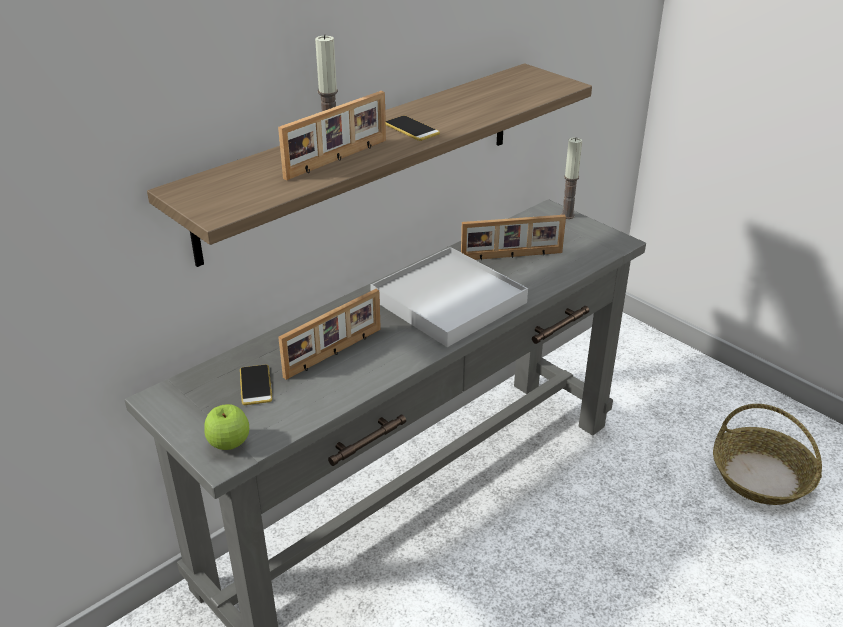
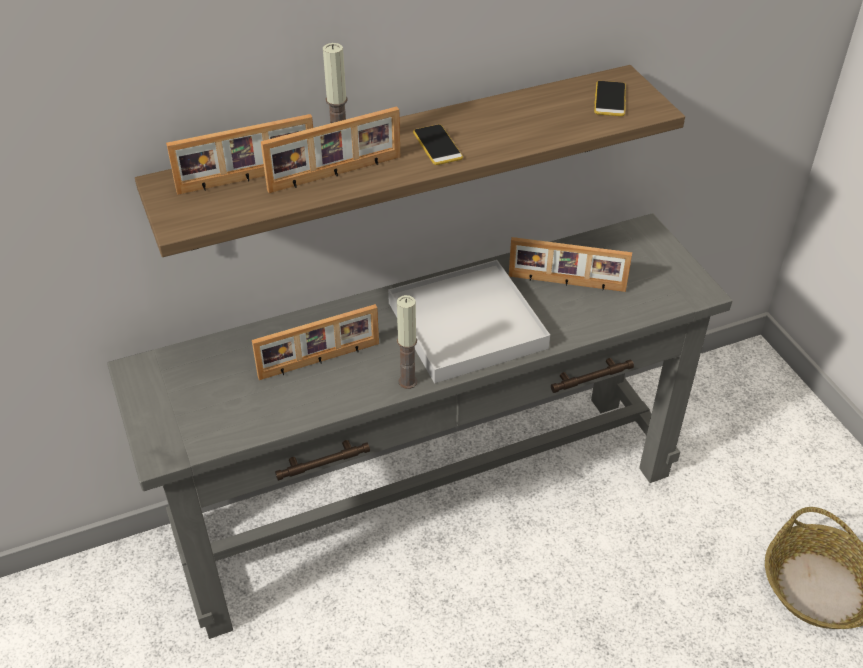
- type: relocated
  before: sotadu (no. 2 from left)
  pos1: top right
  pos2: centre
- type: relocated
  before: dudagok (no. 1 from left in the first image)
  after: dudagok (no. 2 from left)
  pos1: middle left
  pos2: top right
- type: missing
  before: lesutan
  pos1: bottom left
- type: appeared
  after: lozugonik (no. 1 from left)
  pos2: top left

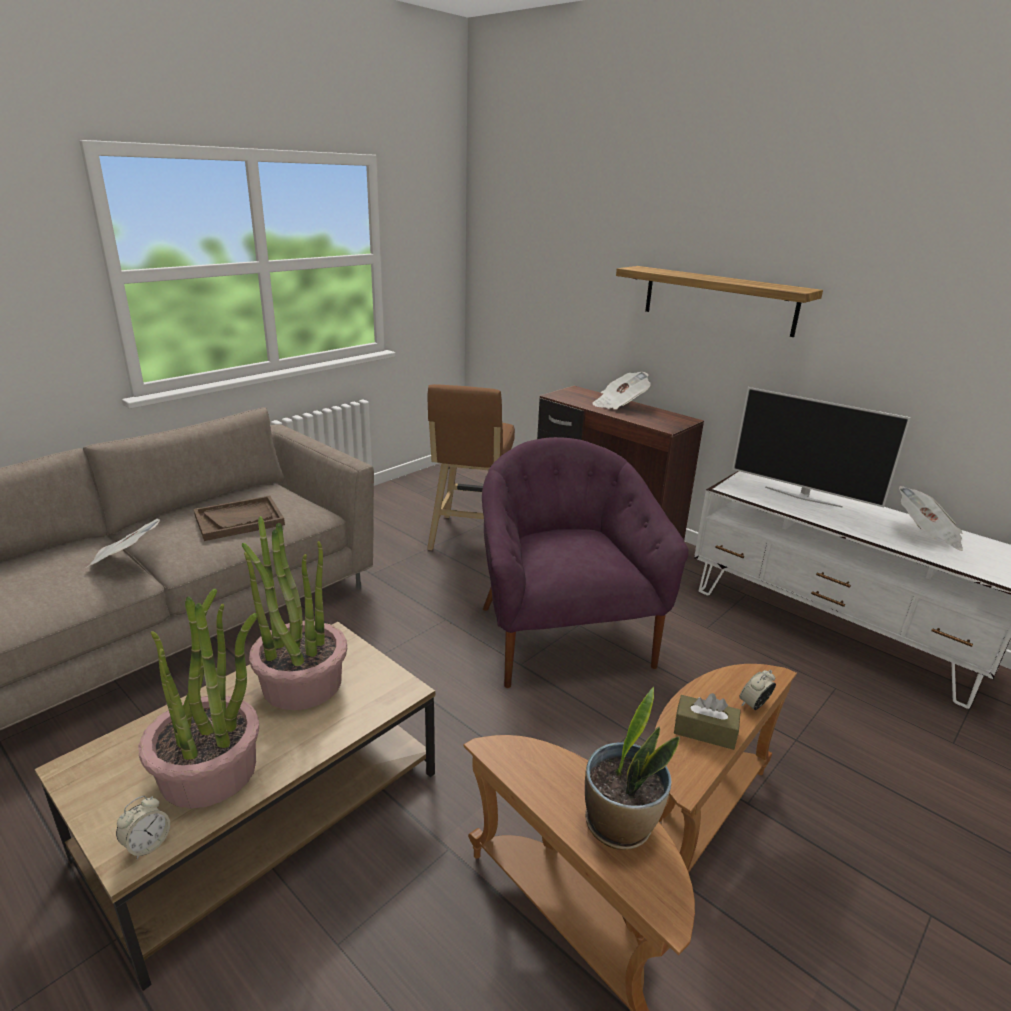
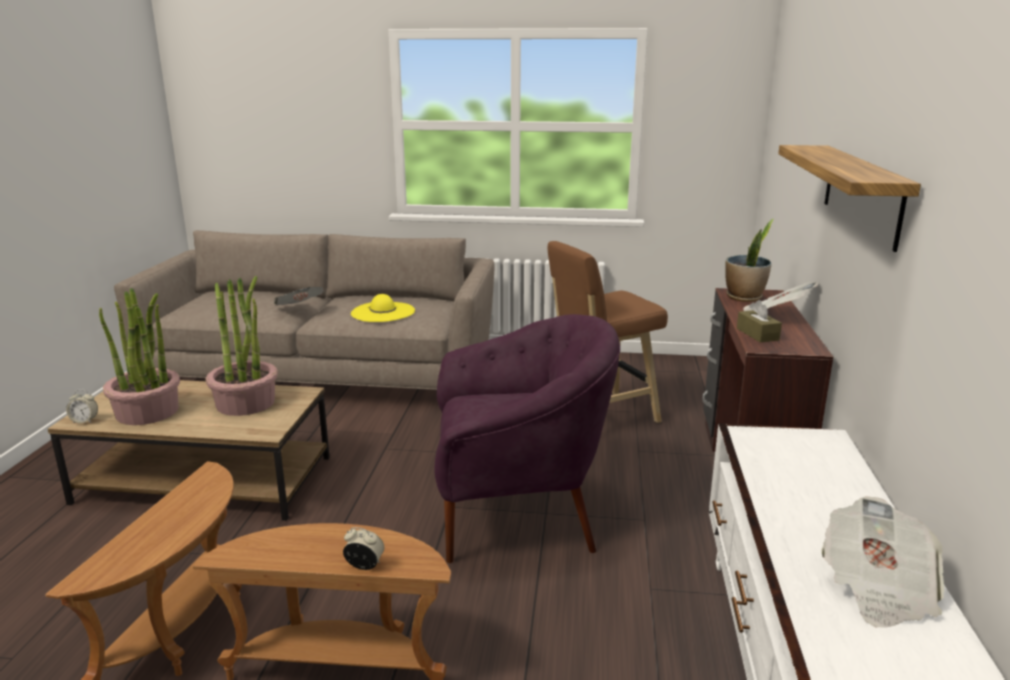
- type: missing
  before: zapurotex
  pos1: middle right
- type: spun
  before: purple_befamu
  pos1: centre
  pos2: centre
  turn: 45
- type: exchanged
  before: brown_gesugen
  after: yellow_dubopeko
  pos1: middle left
  pos2: centre
- type: relocated
  before: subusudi (no. 3 from left)
  pos1: bottom centre
  pos2: middle right
- type: relocated
  before: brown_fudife
  pos1: bottom right
  pos2: middle right

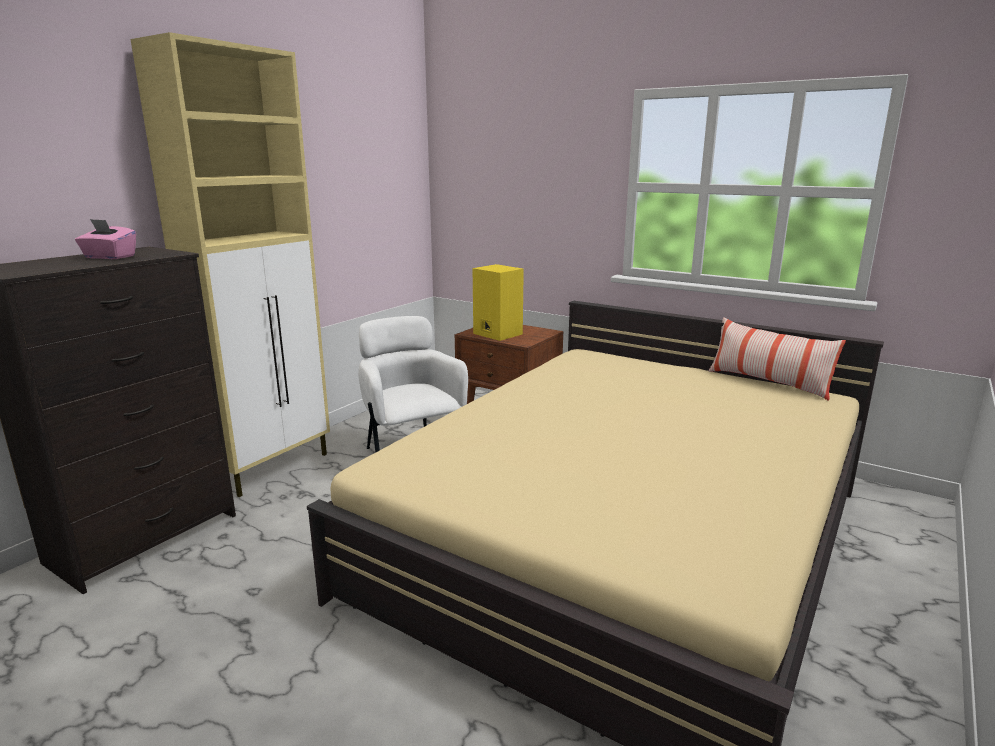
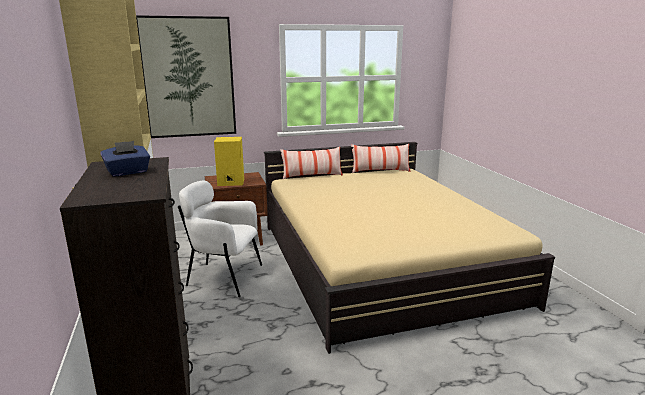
- type: colour
  before: pink_fudife
  after: blue_fudife
  pos1: top left
  pos2: middle left
- type: appeared
  after: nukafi
  pos2: top left
- type: appeared
  after: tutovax (no. 1 from left)
  pos2: centre

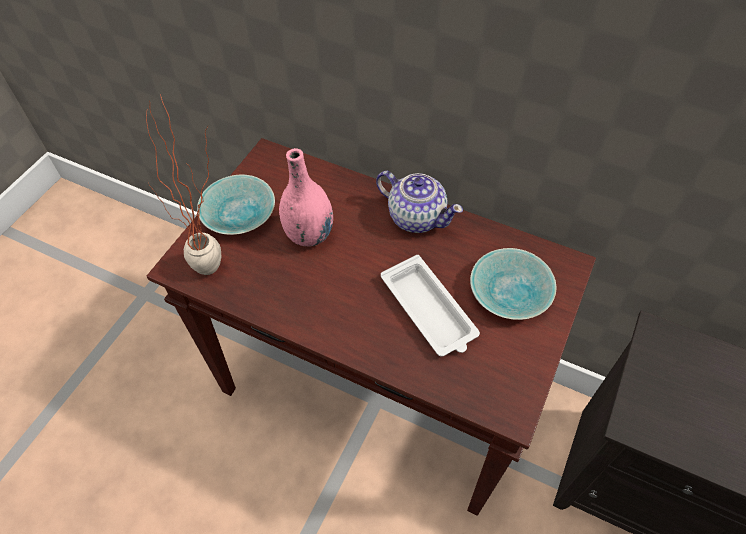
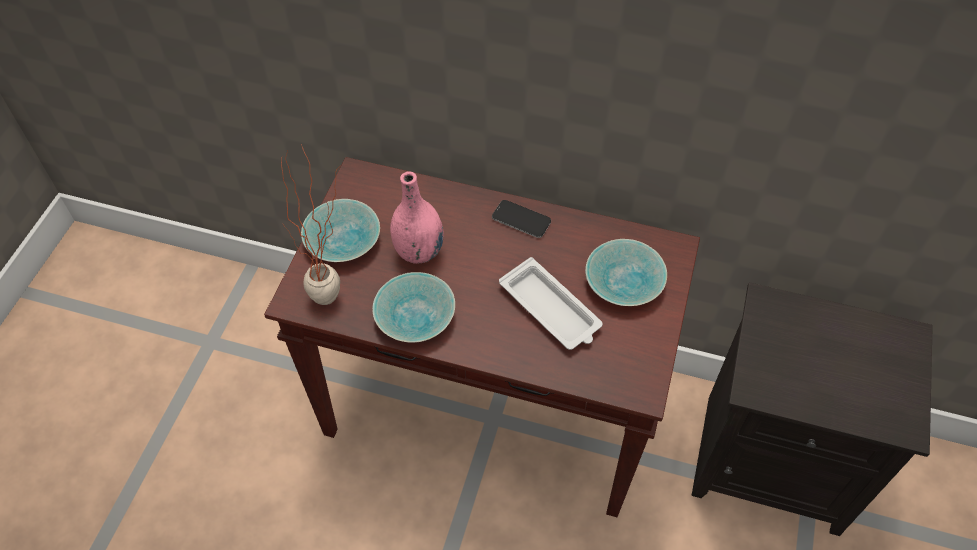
- type: exchanged
  before: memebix
  after: dudagok
  pos1: centre
  pos2: centre
- type: appeared
  after: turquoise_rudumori (no. 2 from left)
  pos2: centre

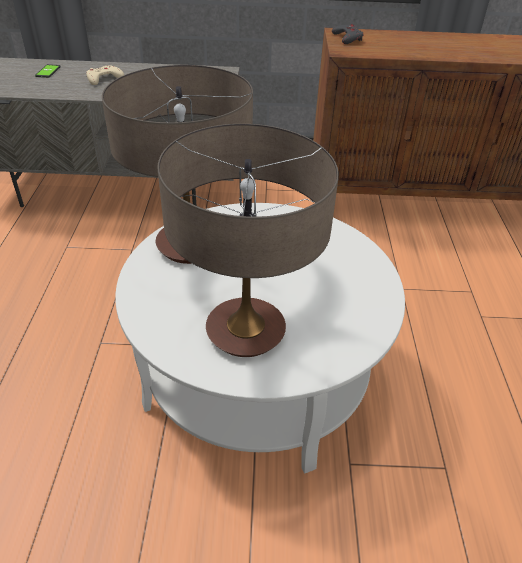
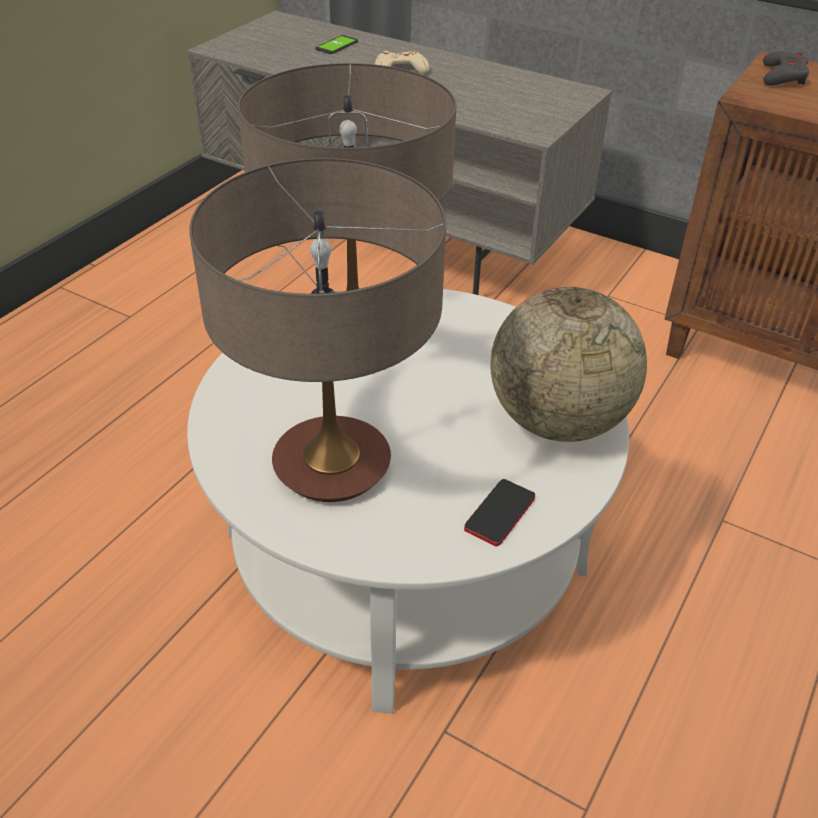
- type: appeared
  after: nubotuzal
  pos2: middle right
- type: appeared
  after: dudagok (no. 2 from left)
  pos2: centre

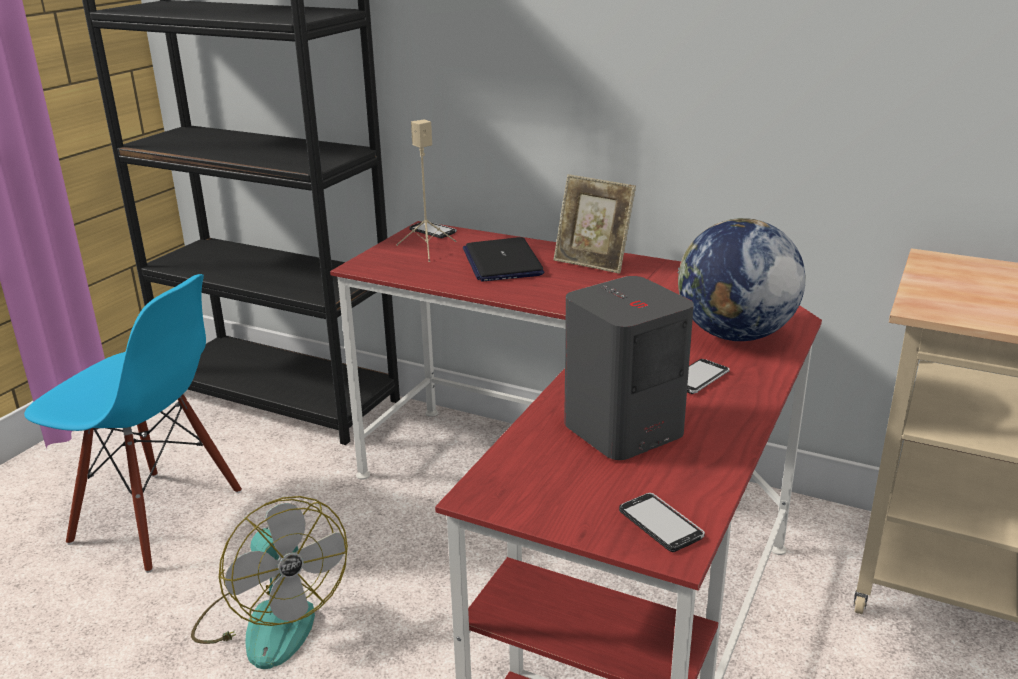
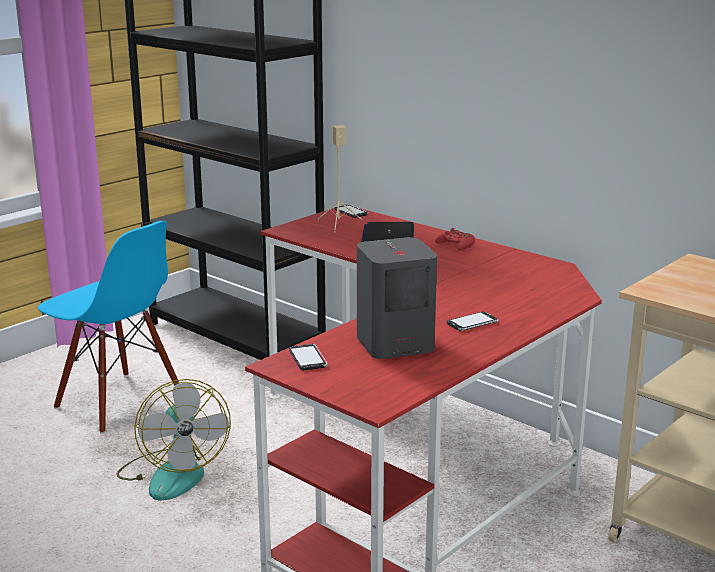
- type: exchanged
  before: lozugonik
  after: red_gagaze
  pos1: top centre
  pos2: centre
- type: missing
  before: nubotuzal
  pos1: middle right
- type: relocated
  before: dudagok (no. 2 from left in the first image)
  after: dudagok (no. 1 from left)
  pos1: bottom centre
  pos2: centre

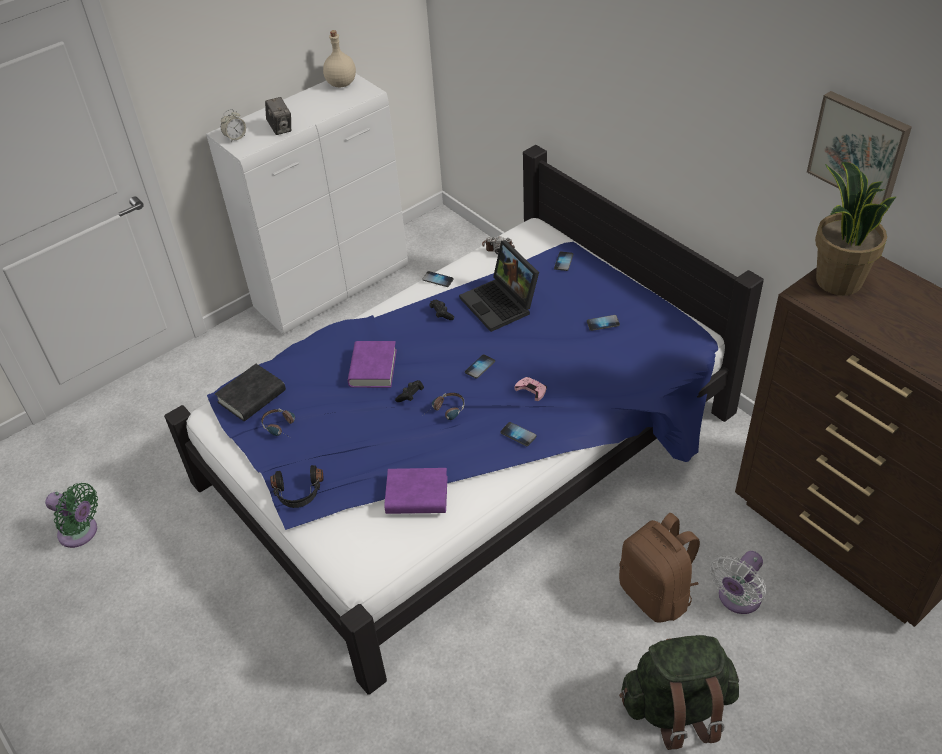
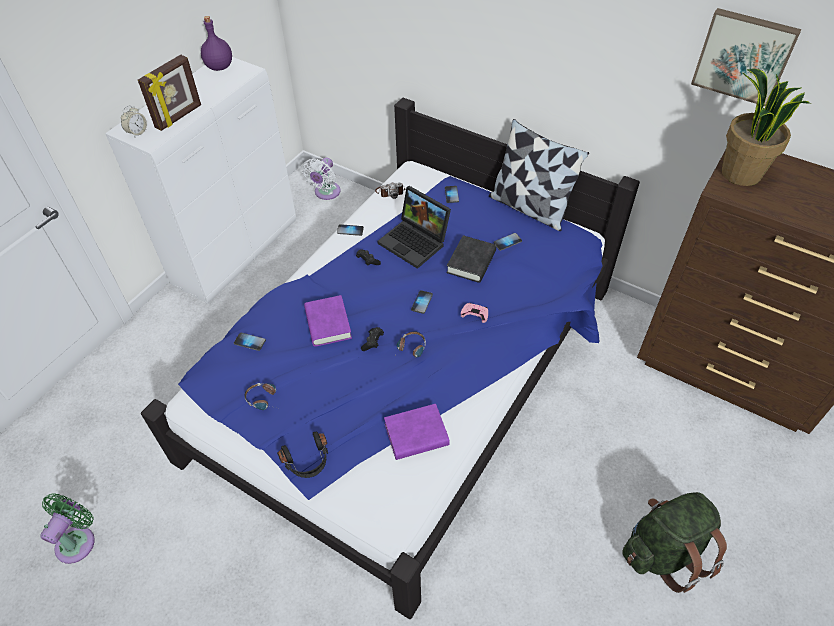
- type: colour
  before: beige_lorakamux
  after: purple_lorakamux
  pos1: top centre
  pos2: top left
- type: exchanged
  before: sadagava (no. 1 from left)
  after: lozugonik
  pos1: top left
  pos2: top left
- type: relocated
  before: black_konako
  pos1: middle left
  pos2: centre
- type: relocated
  before: dudagok (no. 3 from left in the first image)
  after: dudagok (no. 1 from left)
  pos1: centre
  pos2: middle left
- type: spun
  before: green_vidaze
  pos1: bottom left
  pos2: bottom left
  turn: -75
- type: missing
  before: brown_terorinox
  pos1: bottom right
- type: relocated
  before: white_vidaze
  pos1: bottom right
  pos2: top centre
- type: appeared
  after: tutovax
  pos2: top centre

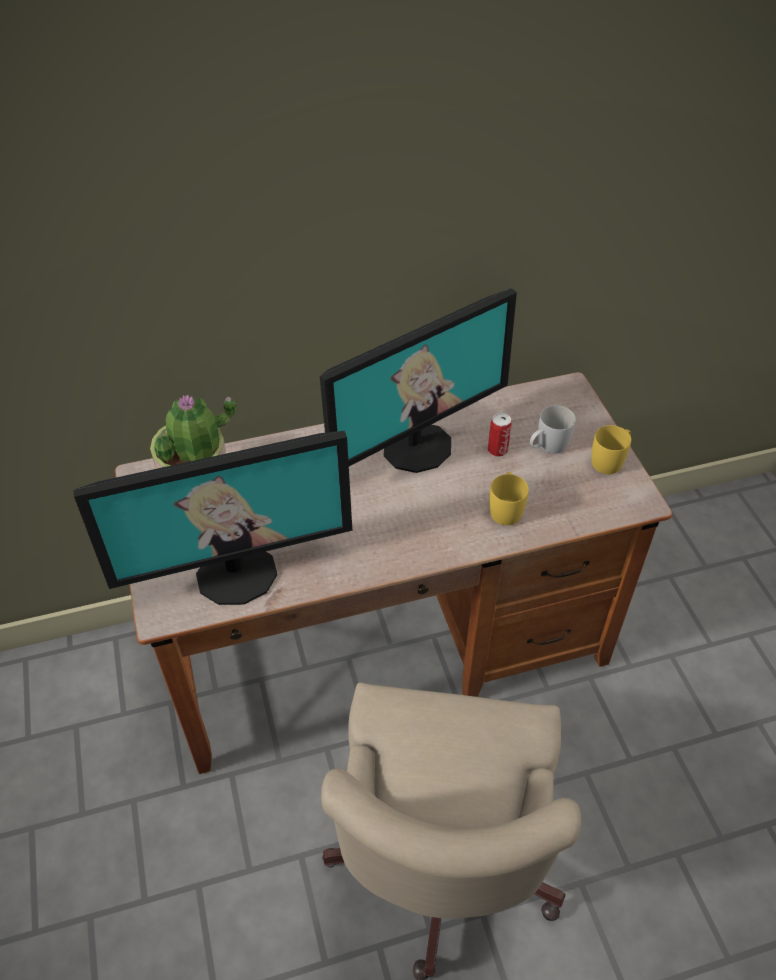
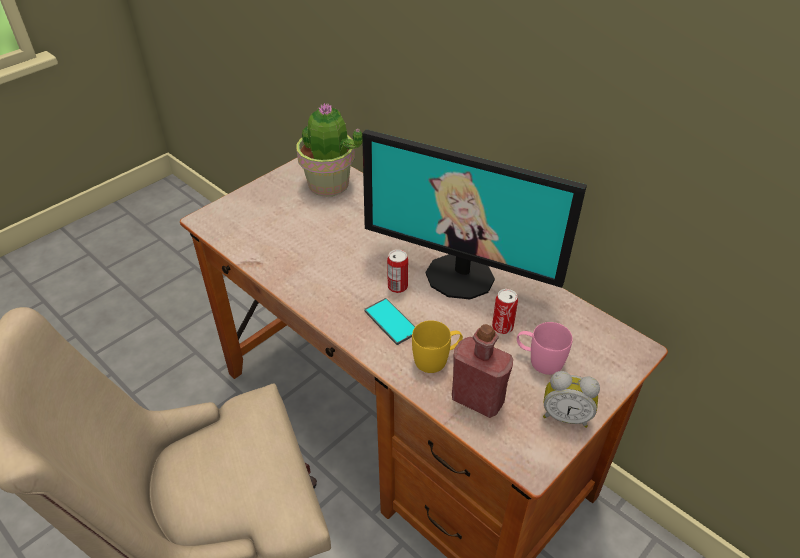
- type: colour
  before: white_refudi
  after: pink_refudi
  pos1: middle right
  pos2: middle right
- type: exchanged
  before: yellow_refudi (no. 2 from left)
  after: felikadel
  pos1: middle right
  pos2: bottom right
- type: missing
  before: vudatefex (no. 1 from left)
  pos1: middle left
- type: appeared
  after: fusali (no. 1 from left)
  pos2: centre
- type: appeared
  after: dudagok
  pos2: centre
- type: appeared
  after: red_lorakamux
  pos2: centre

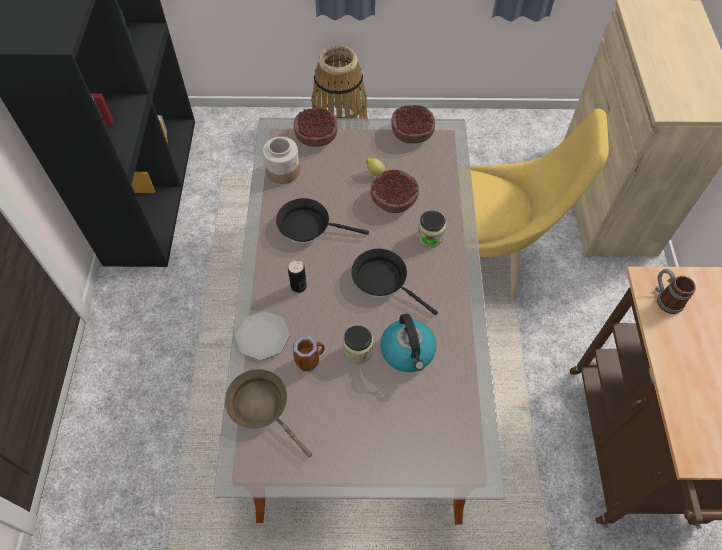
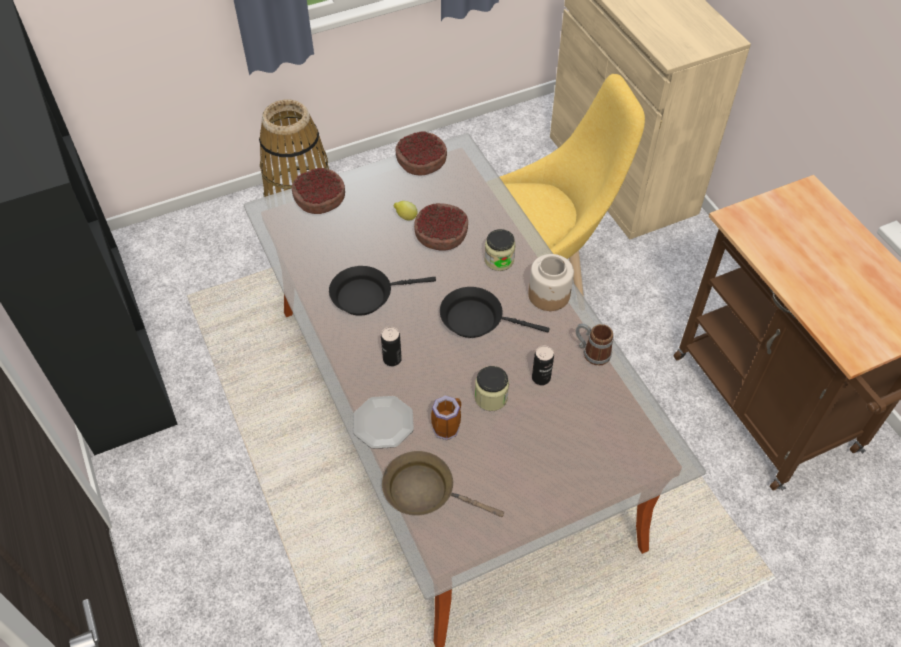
- type: relocated
  before: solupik (no. 1 from left in the first image)
  after: solupik (no. 3 from left)
  pos1: top centre
  pos2: centre
- type: relocated
  before: refudi (no. 2 from left)
  pos1: middle right
  pos2: centre
- type: exchanged
  before: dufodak
  after: fusali (no. 2 from left)
  pos1: centre
  pos2: centre

